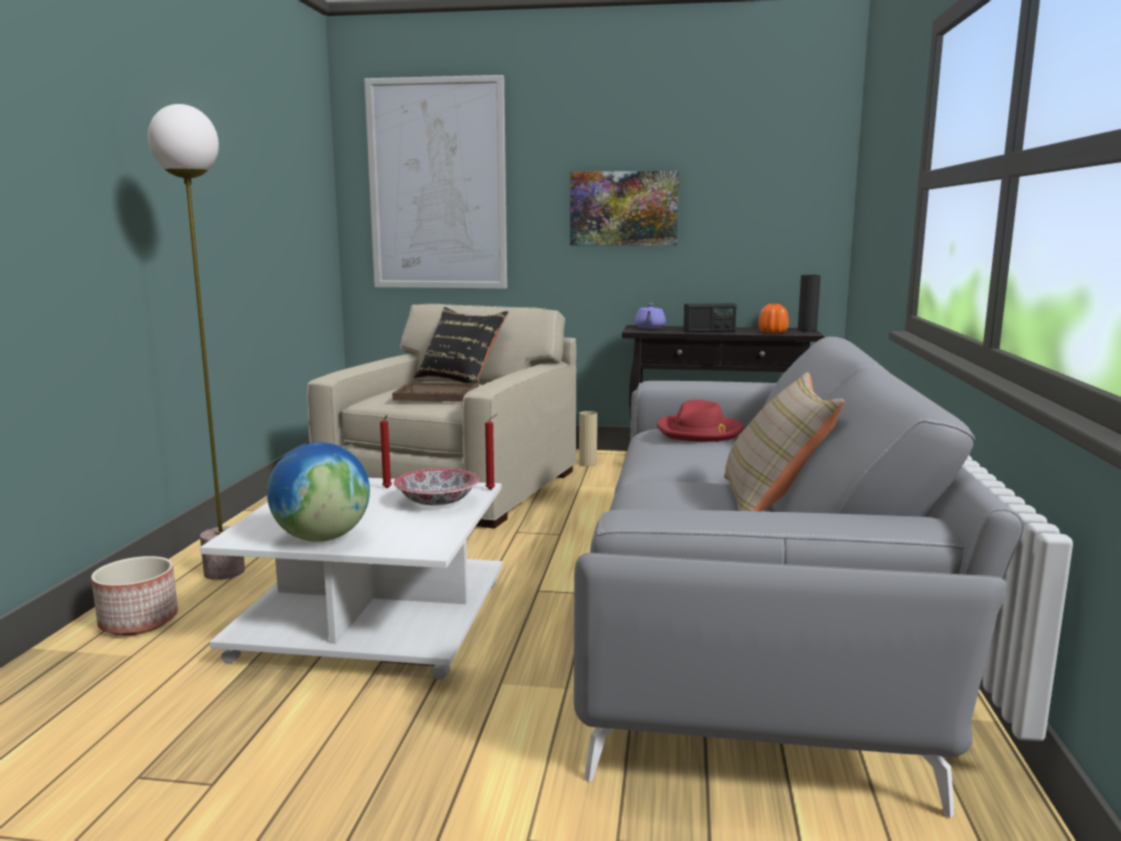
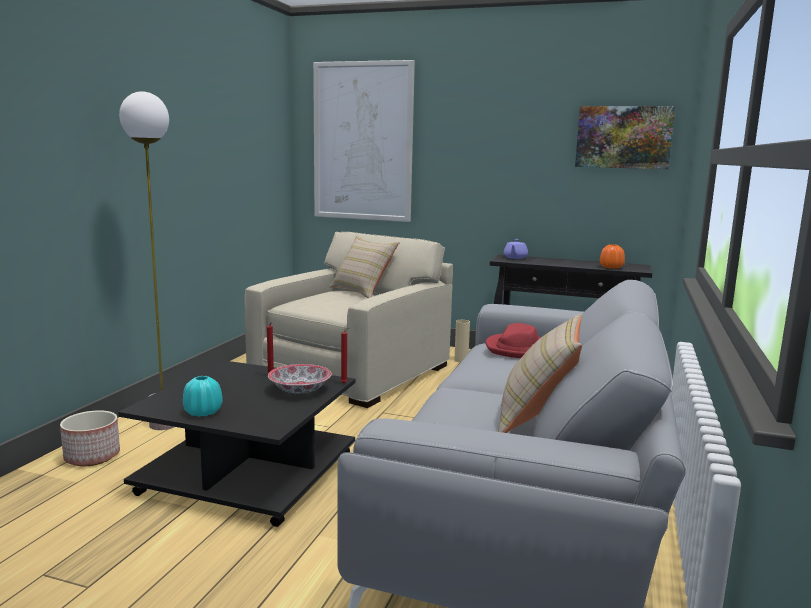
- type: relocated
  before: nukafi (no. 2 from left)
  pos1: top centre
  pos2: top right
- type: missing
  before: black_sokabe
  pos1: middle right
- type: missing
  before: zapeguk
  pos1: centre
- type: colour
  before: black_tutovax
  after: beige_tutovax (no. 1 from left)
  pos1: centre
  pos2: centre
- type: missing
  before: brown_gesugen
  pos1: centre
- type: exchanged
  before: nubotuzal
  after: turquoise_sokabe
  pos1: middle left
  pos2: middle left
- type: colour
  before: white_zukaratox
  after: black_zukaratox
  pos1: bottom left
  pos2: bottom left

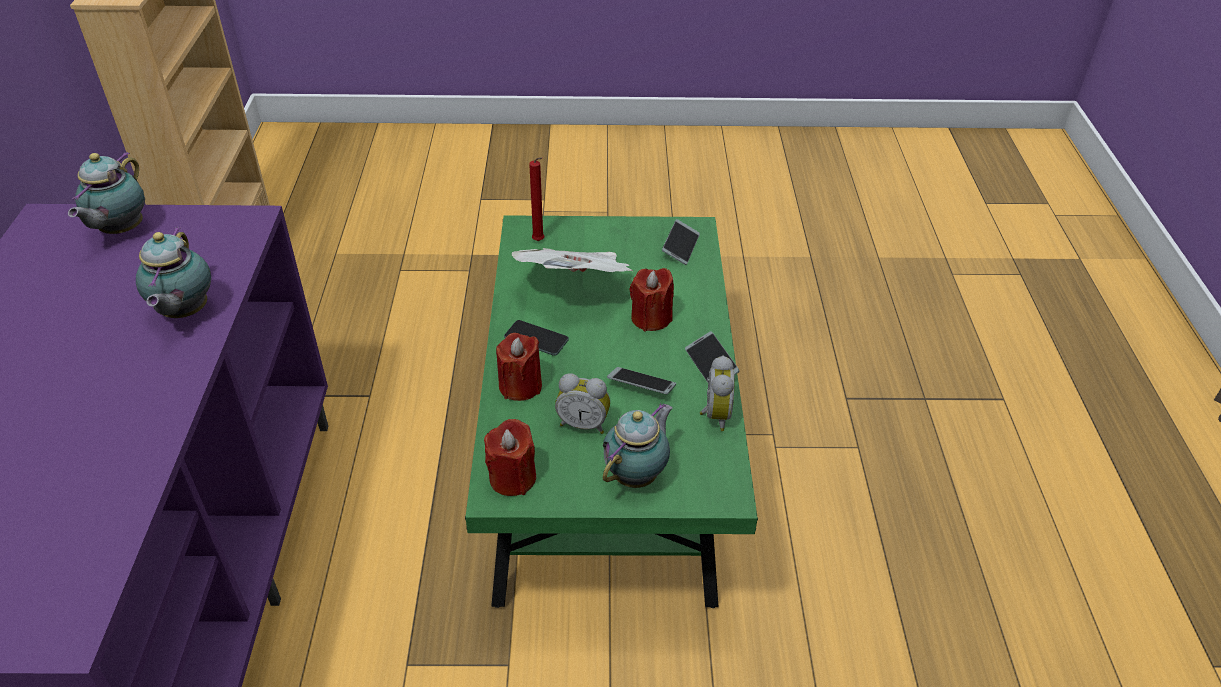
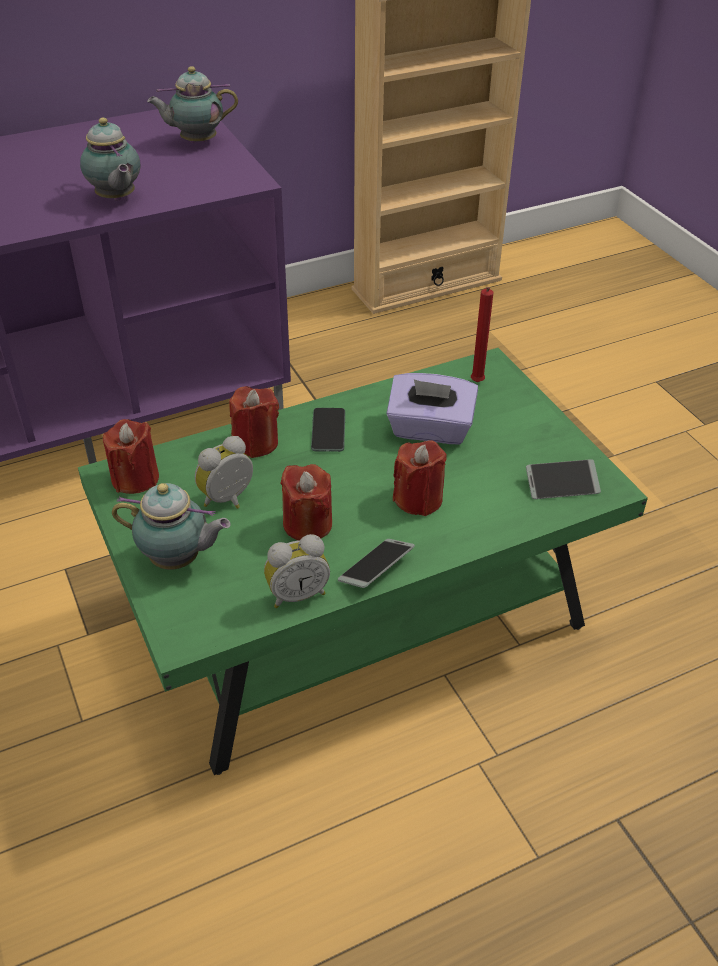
- type: spun
  before: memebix (no. 2 from left in the first image)
  pos1: middle left
  pos2: top left
  turn: -90
- type: exchanged
  before: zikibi
  after: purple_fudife
  pos1: centre
  pos2: centre
- type: exchanged
  before: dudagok (no. 2 from left)
  after: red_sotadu (no. 3 from left)
  pos1: centre
  pos2: centre
- type: spun
  before: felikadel (no. 1 from left)
  pos1: centre
  pos2: middle left
  turn: 60

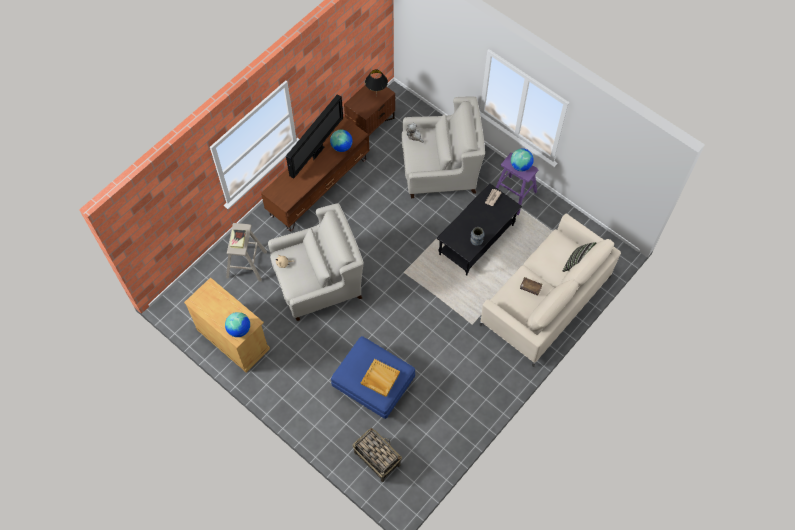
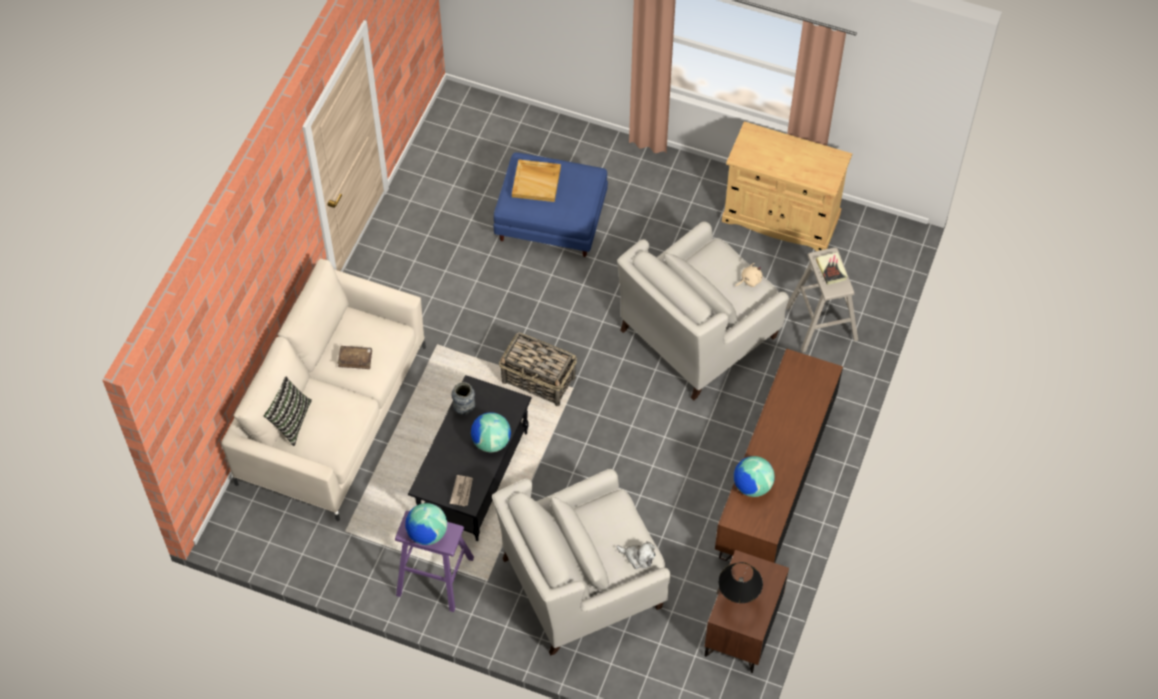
- type: missing
  before: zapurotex
  pos1: top centre
- type: relocated
  before: nubotuzal (no. 1 from left in the first image)
  after: nubotuzal (no. 2 from left)
  pos1: middle left
  pos2: centre
- type: relocated
  before: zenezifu
  pos1: bottom centre
  pos2: centre

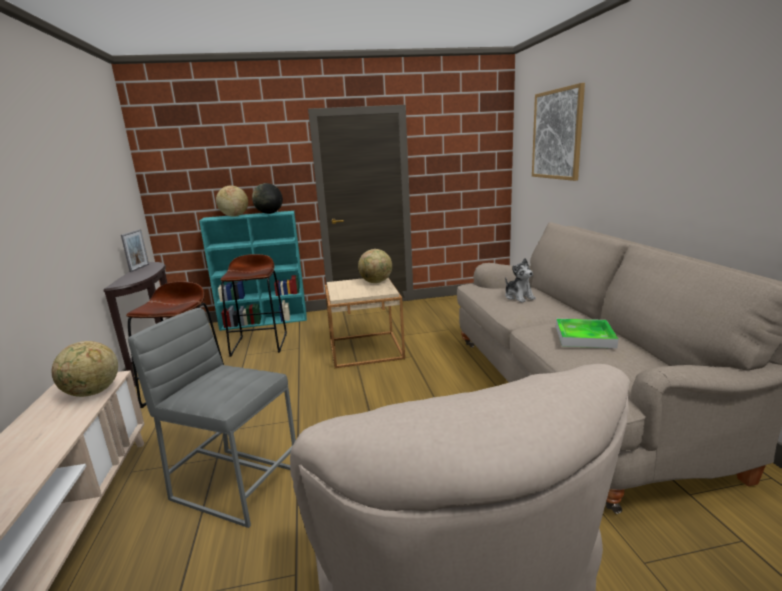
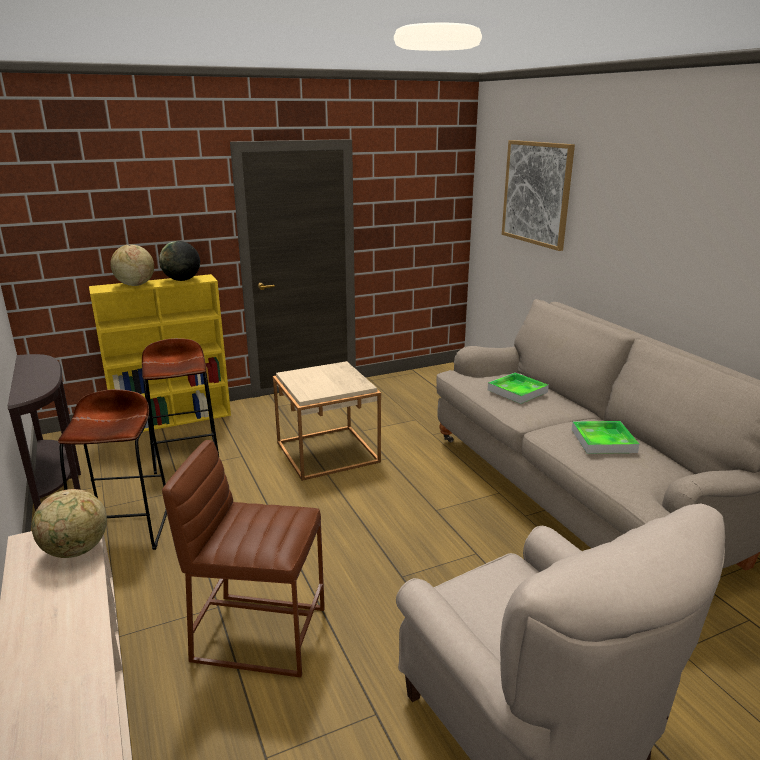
- type: colour
  before: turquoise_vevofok
  after: yellow_vevofok
  pos1: middle left
  pos2: middle left
- type: missing
  before: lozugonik
  pos1: middle left
- type: missing
  before: nubotuzal (no. 4 from left)
  pos1: centre
- type: exchanged
  before: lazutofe
  after: gesugen (no. 1 from left)
  pos1: centre
  pos2: middle right
- type: colour
  before: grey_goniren
  after: brown_goniren (no. 3 from left)
  pos1: bottom left
  pos2: bottom left

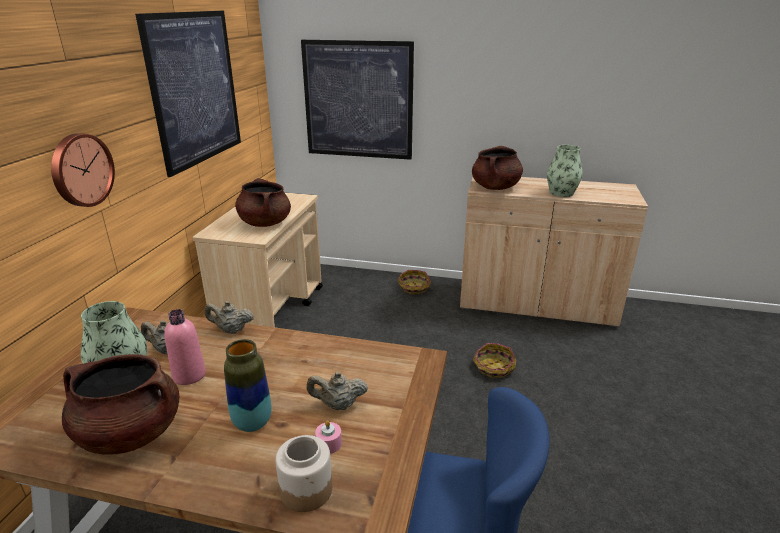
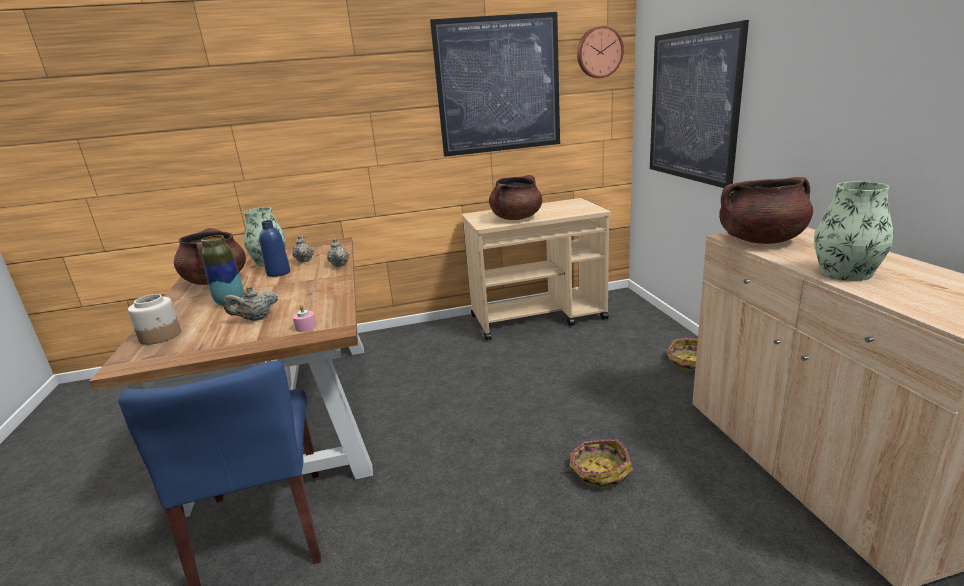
- type: relocated
  before: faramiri
  pos1: top left
  pos2: top centre
- type: colour
  before: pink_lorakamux
  after: blue_lorakamux
  pos1: middle left
  pos2: middle left
- type: spun
  before: beige_memebix (no. 3 from left in the first image)
  pos1: bottom centre
  pos2: middle left
  turn: -90
- type: relocated
  before: pink_sotadu
  pos1: bottom centre
  pos2: middle left

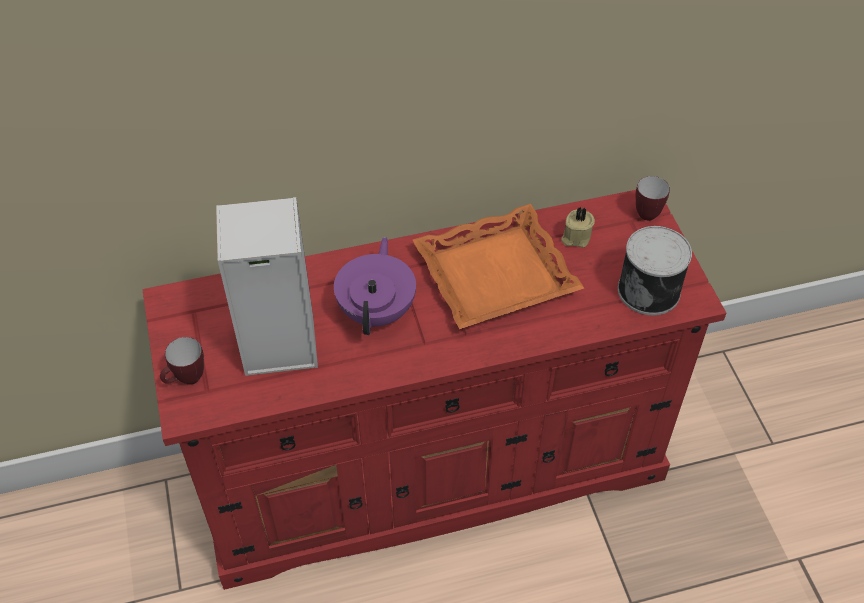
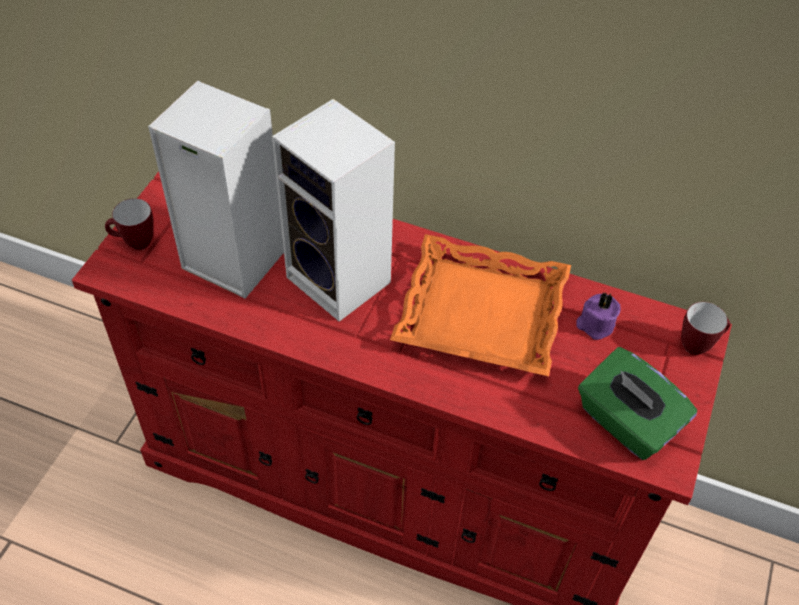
- type: colour
  before: beige_sotadu
  after: purple_sotadu
  pos1: middle right
  pos2: middle right
- type: exchanged
  before: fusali
  after: green_fudife
  pos1: middle right
  pos2: middle right
- type: exchanged
  before: purple_memebix
  after: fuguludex (no. 2 from left)
  pos1: centre
  pos2: centre

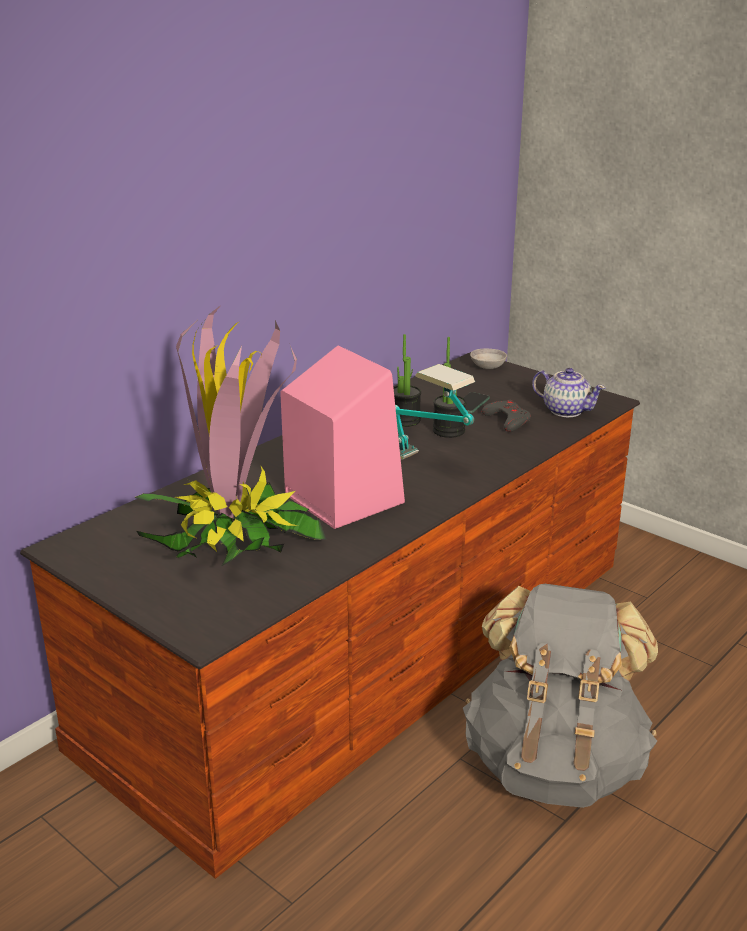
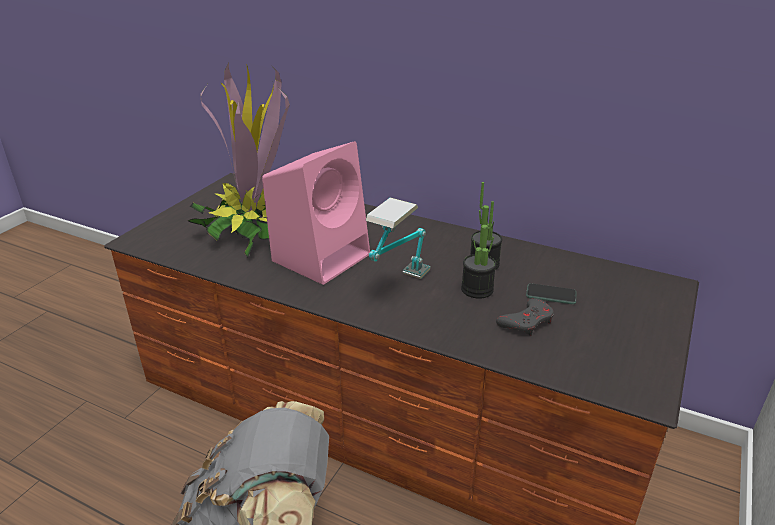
- type: missing
  before: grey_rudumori
  pos1: centre
- type: missing
  before: memebix
  pos1: middle right

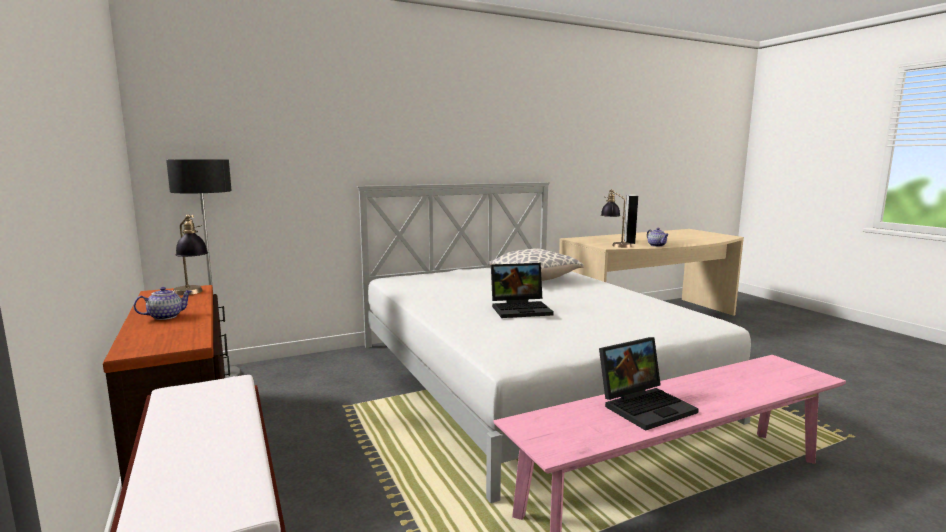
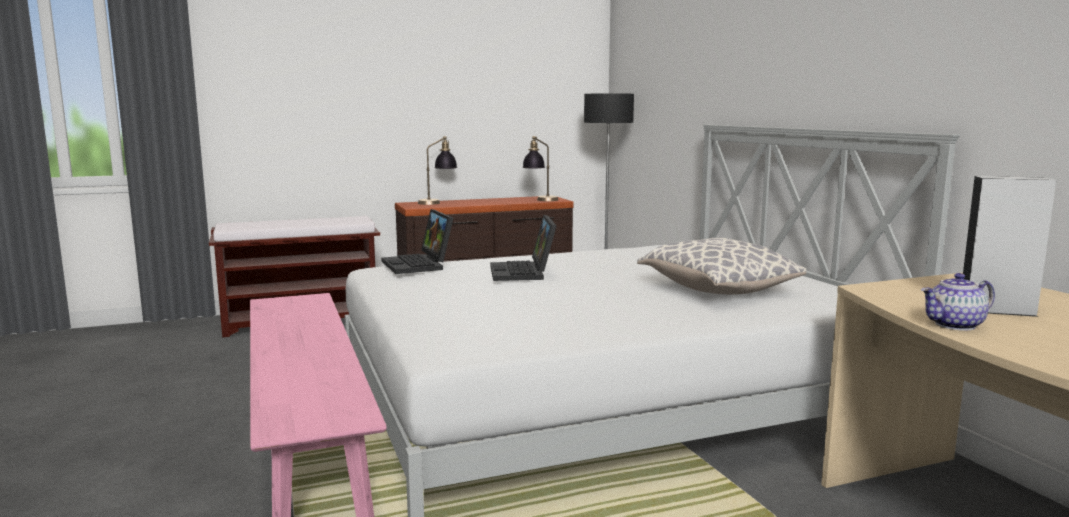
- type: relocated
  before: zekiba (no. 2 from left in the first image)
  after: zekiba (no. 1 from left)
  pos1: centre
  pos2: top centre
- type: missing
  before: memebix (no. 1 from left)
  pos1: middle left
- type: relocated
  before: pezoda (no. 2 from left in the first image)
  after: pezoda (no. 1 from left)
  pos1: bottom right
  pos2: centre

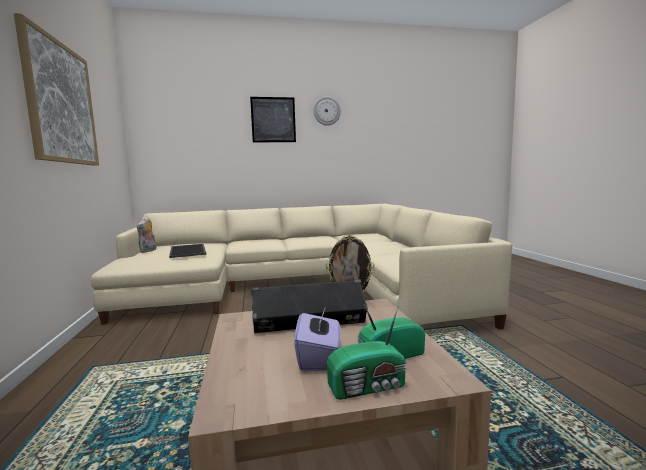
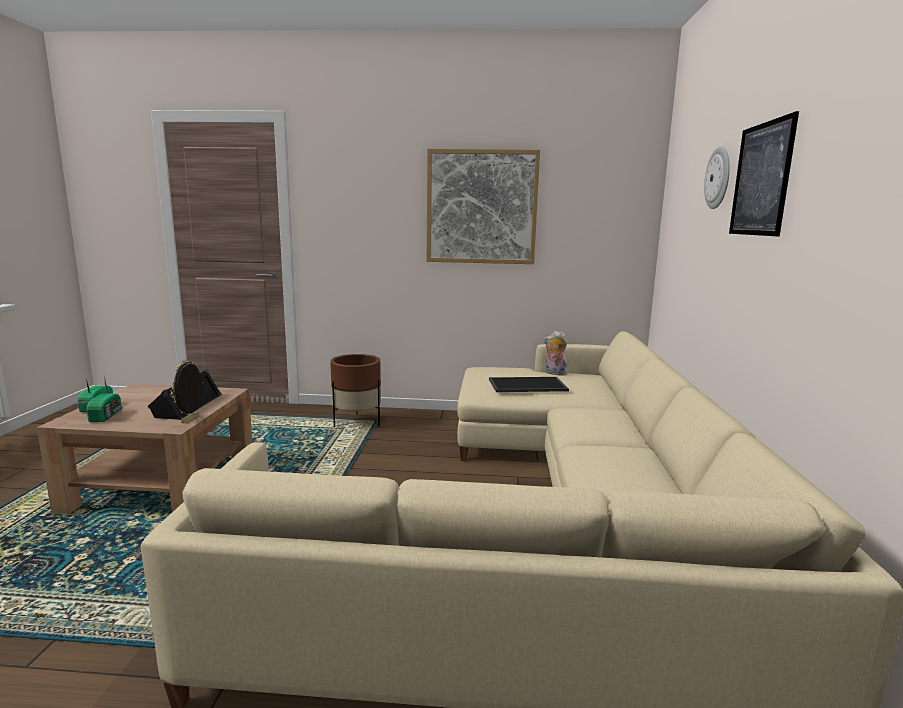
- type: relocated
  before: faramiri
  pos1: top centre
  pos2: top right
- type: missing
  before: purple_fudife
  pos1: bottom centre
- type: appeared
  after: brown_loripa
  pos2: centre

